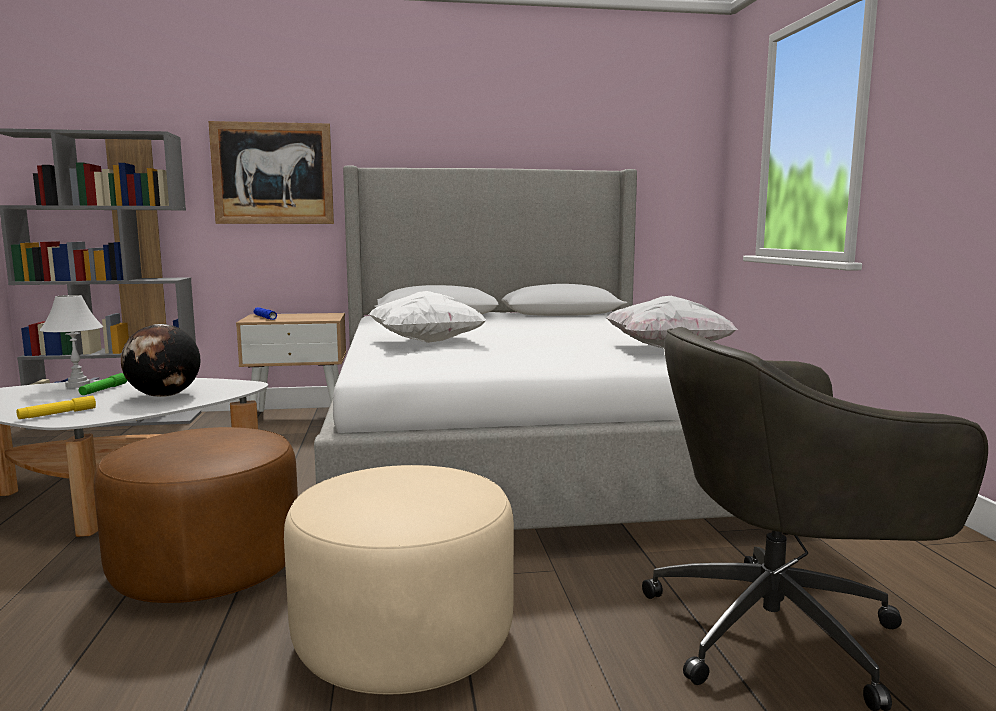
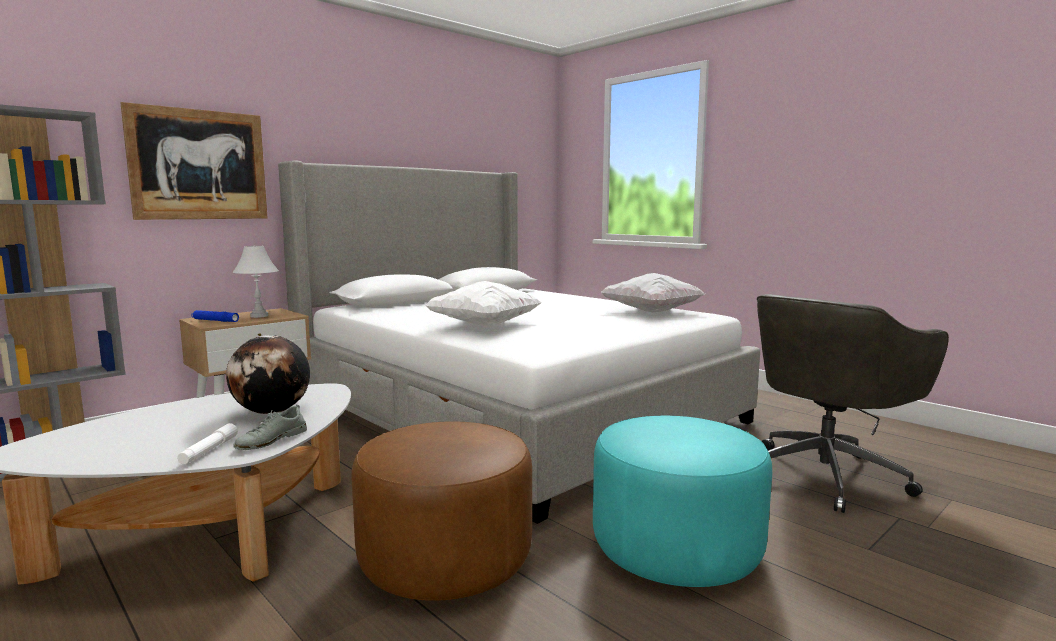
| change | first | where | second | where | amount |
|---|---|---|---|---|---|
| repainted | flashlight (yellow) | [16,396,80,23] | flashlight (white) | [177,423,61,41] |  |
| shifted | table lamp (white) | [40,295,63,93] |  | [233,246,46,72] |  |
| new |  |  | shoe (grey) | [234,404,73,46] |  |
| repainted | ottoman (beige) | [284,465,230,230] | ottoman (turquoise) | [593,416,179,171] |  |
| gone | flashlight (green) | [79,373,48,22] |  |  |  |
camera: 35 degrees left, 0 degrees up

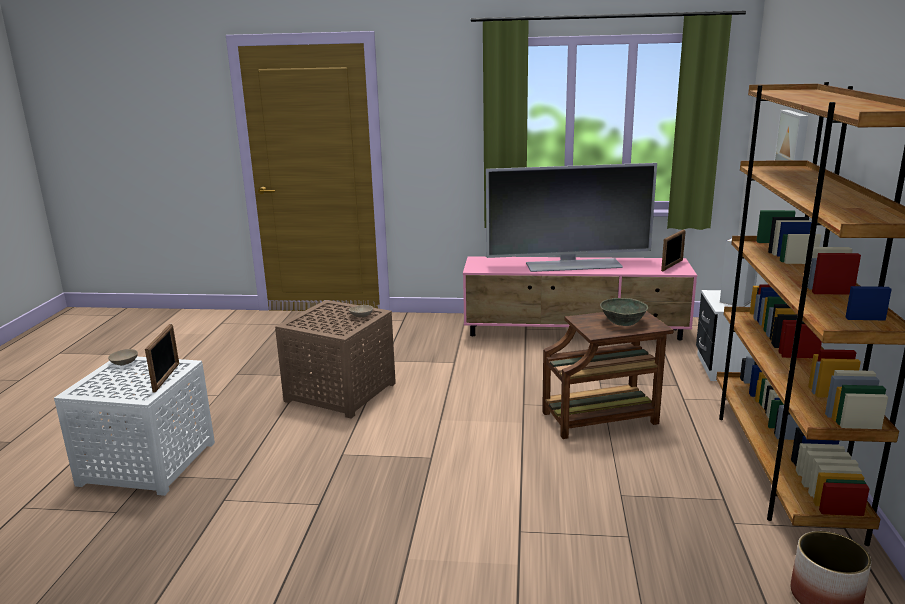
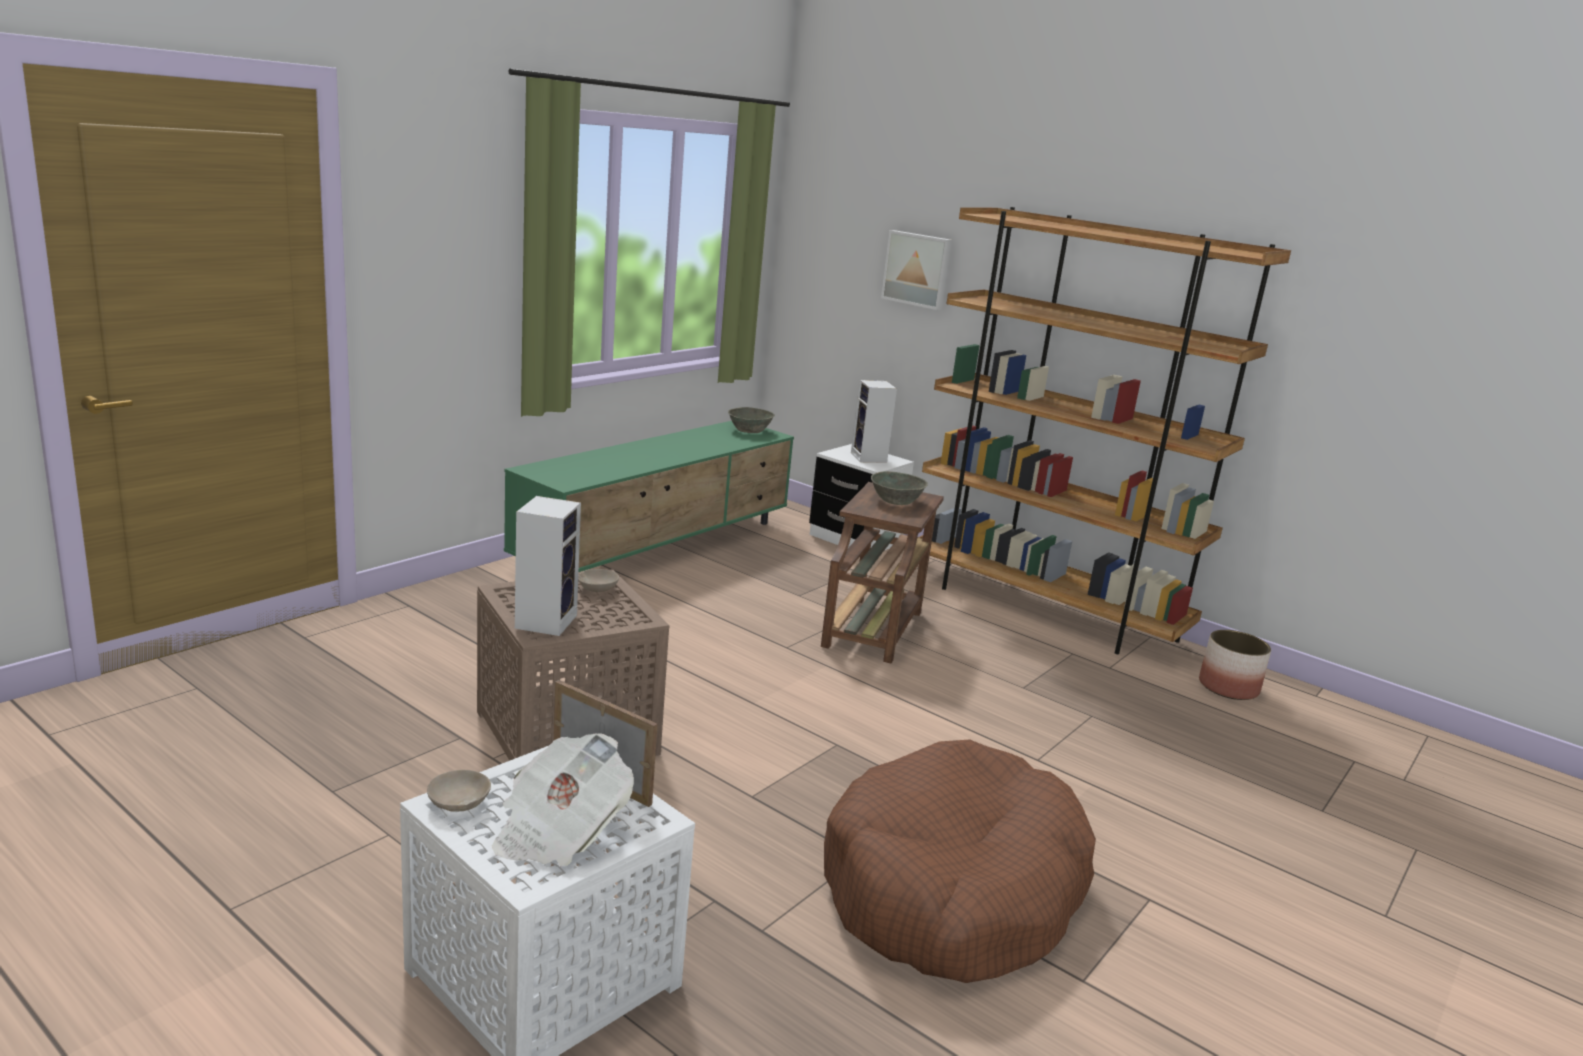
| change | first | where | second | where | amount |
|---|---|---|---|---|---|
| new |  |  | newspaper | [492,733,142,133] |  |
| repainted | tv stand (pink) | [463,257,234,83] | tv stand (green) | [504,421,290,151] |  |
| new |  |  | speaker | [515,496,66,140] |  |
| swapped | picture frame | [661,229,25,42] | bowl (grey) | [728,407,47,26] |  |
| new |  |  | dog bed (brown) | [824,740,272,243] |  |
| gone | television | [486,163,171,109] |  |  |  |
camera: 60 degrees left, 0 degrees up

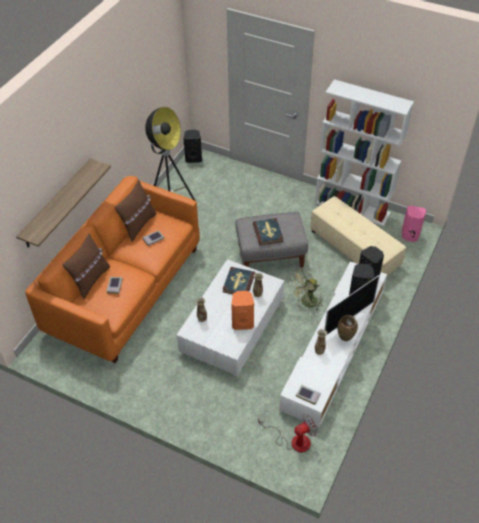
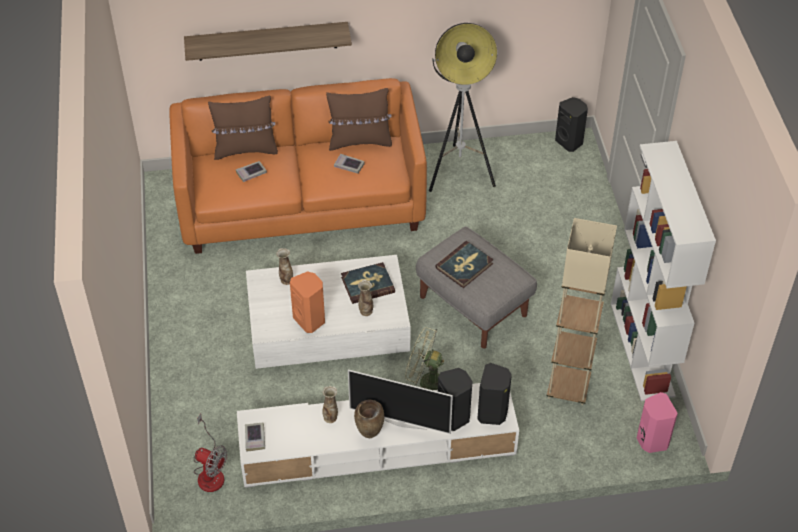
| change | first | where | second | where | amount |
|---|---|---|---|---|---|
| swapped | ottoman (beige) | [310,196,96,80] | floor lamp (beige) | [546,218,71,187] |  |
camera: 55 degrees right, 0 degrees up

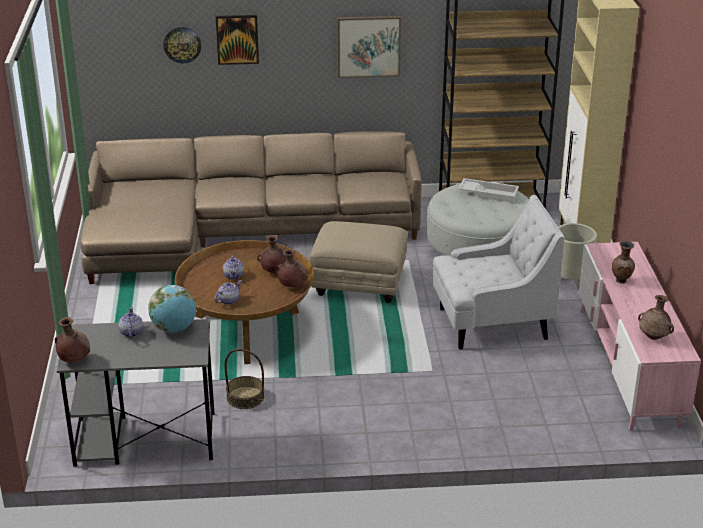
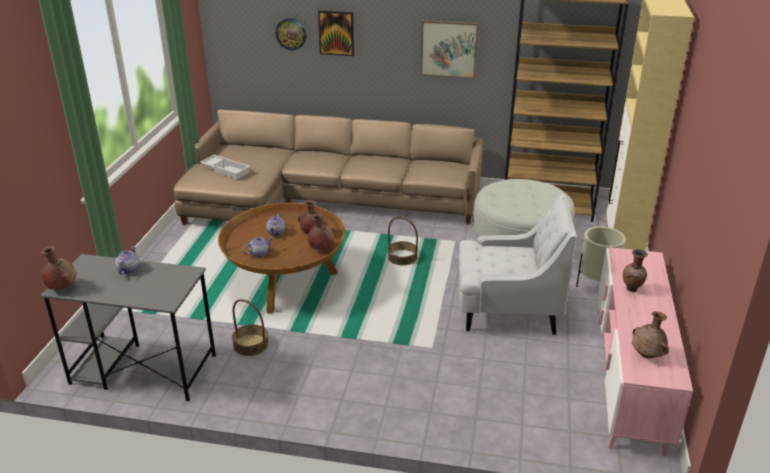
| change | first | where | second | where | amount |
|---|---|---|---|---|---|
| shifted | tray (white) | [458,178,61,25] |  | [200,155,51,24] |  |
| swapped | ottoman (beige) | [309,221,99,82] | basket | [388,217,30,48] |  |
| gone | globe | [148,285,48,48] |  |  |  |
camera: 15 degrees right, 0 degrees up

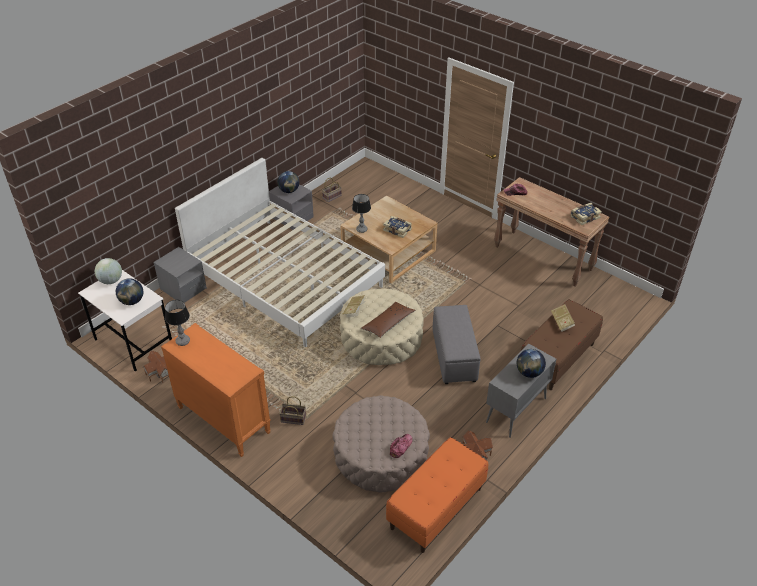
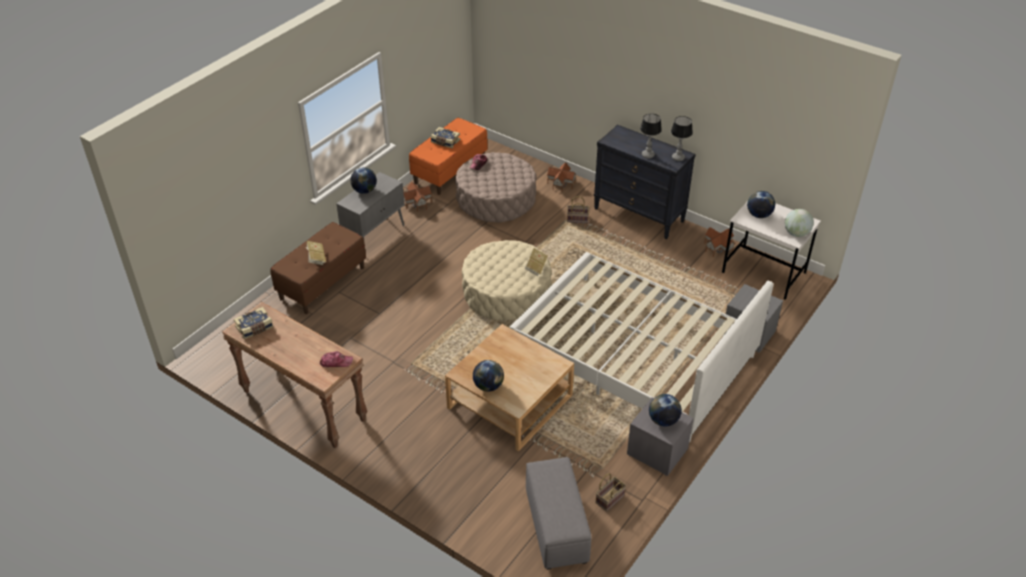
| change | first | where | second | where | amount |
|---|---|---|---|---|---|
| shifted | book | [383,216,29,22] |  | [430,127,30,21] |  |
| new |  |  | globe | [473,360,31,32] |  |
| shifted | ottoman (grey) | [433,305,48,79] |  | [526,457,66,113] |  |
| new |  |  | toy house | [547,162,29,30] |  |
| repainted | dresser (orange) | [161,323,110,134] | dresser (black) | [594,125,102,114] |  |
| shifted | table lamp | [352,194,19,39] |  | [640,113,22,45] |  |
| gone | pillow (brown) | [361,302,55,36] |  |  |  |
camera: 175 degrees right, 0 degrees up

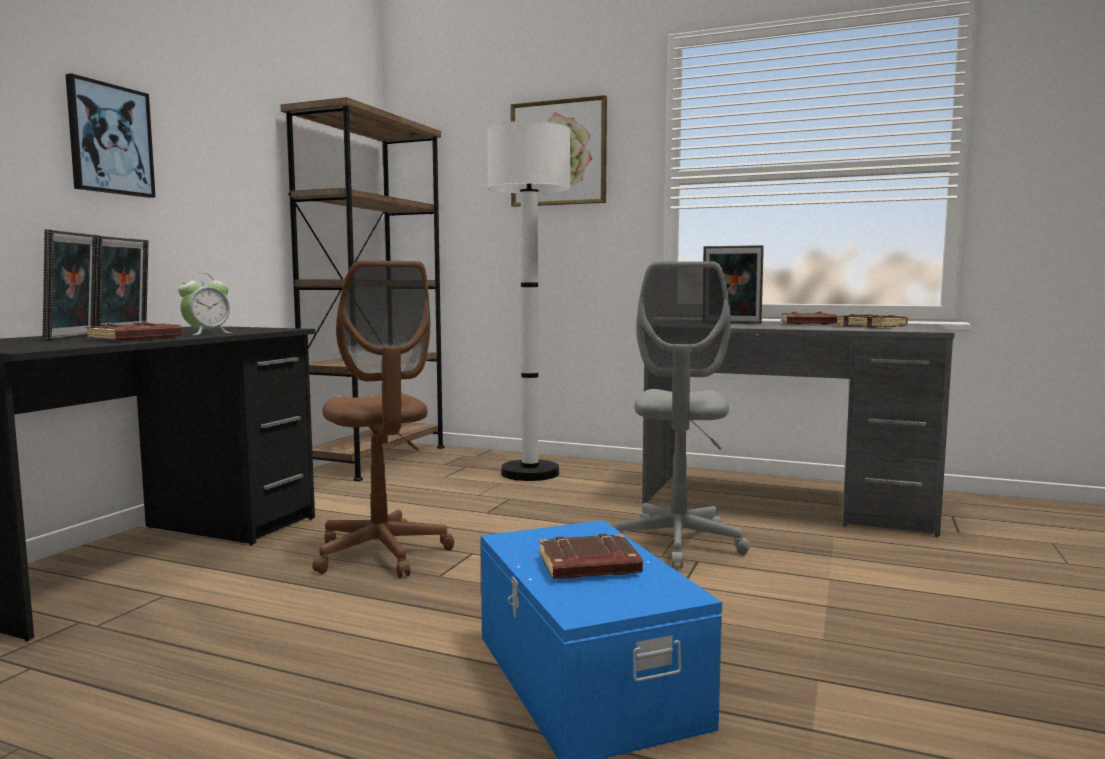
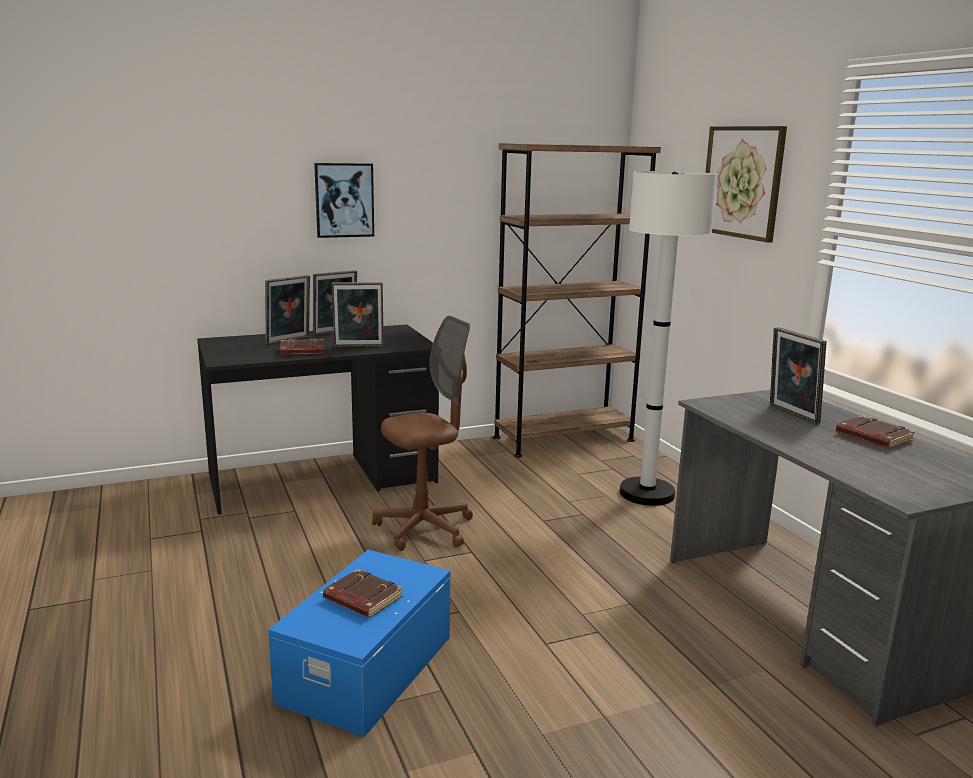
| change | first | where | second | where | amount |
|---|---|---|---|---|---|
| swapped | alarm clock | [178,273,54,62] | picture frame | [331,282,53,65] |  |
| rotated | office chair (brown) | [312,260,142,318] |  | [372,315,101,236] | 135 degrees counterclockwise |
| gone | office chair (grey) | [616,261,134,307] |  |  |  |
| gone | book (brown) | [836,313,72,15] |  |  |  |
camera: 45 degrees right, 10 degrees up

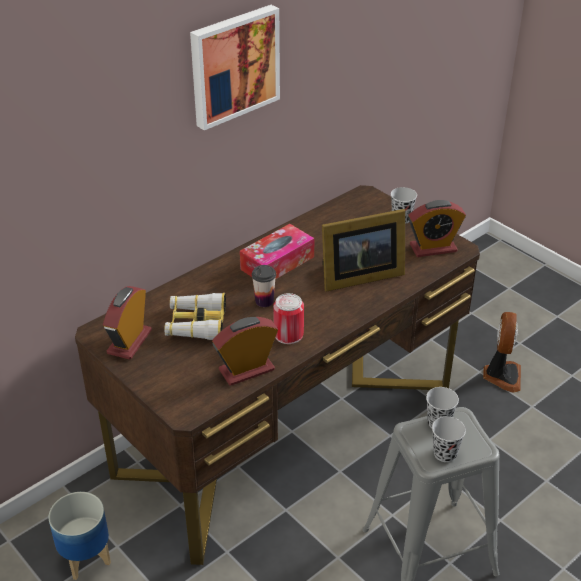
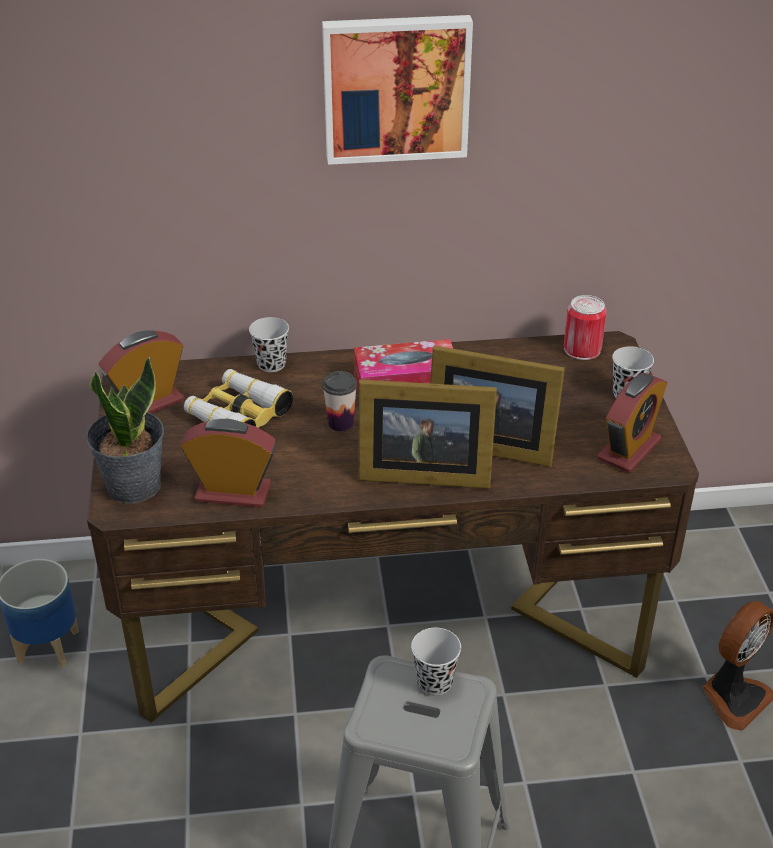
| change | first | where | second | where | amount |
|---|---|---|---|---|---|
| new |  |  | potted plant | [86,357,78,147] |  |
| shifted | cup (black) | [432,417,34,45] |  | [249,317,40,55] |  |
| new |  |  | picture frame | [358,380,139,109] |  |
| shifted | can | [273,293,31,51] |  | [564,295,43,65] |  |
| rotated | alarm clock | [408,200,58,57] |  | [597,373,70,100] | 75 degrees counterclockwise |
camera: 35 degrees right, 0 degrees up

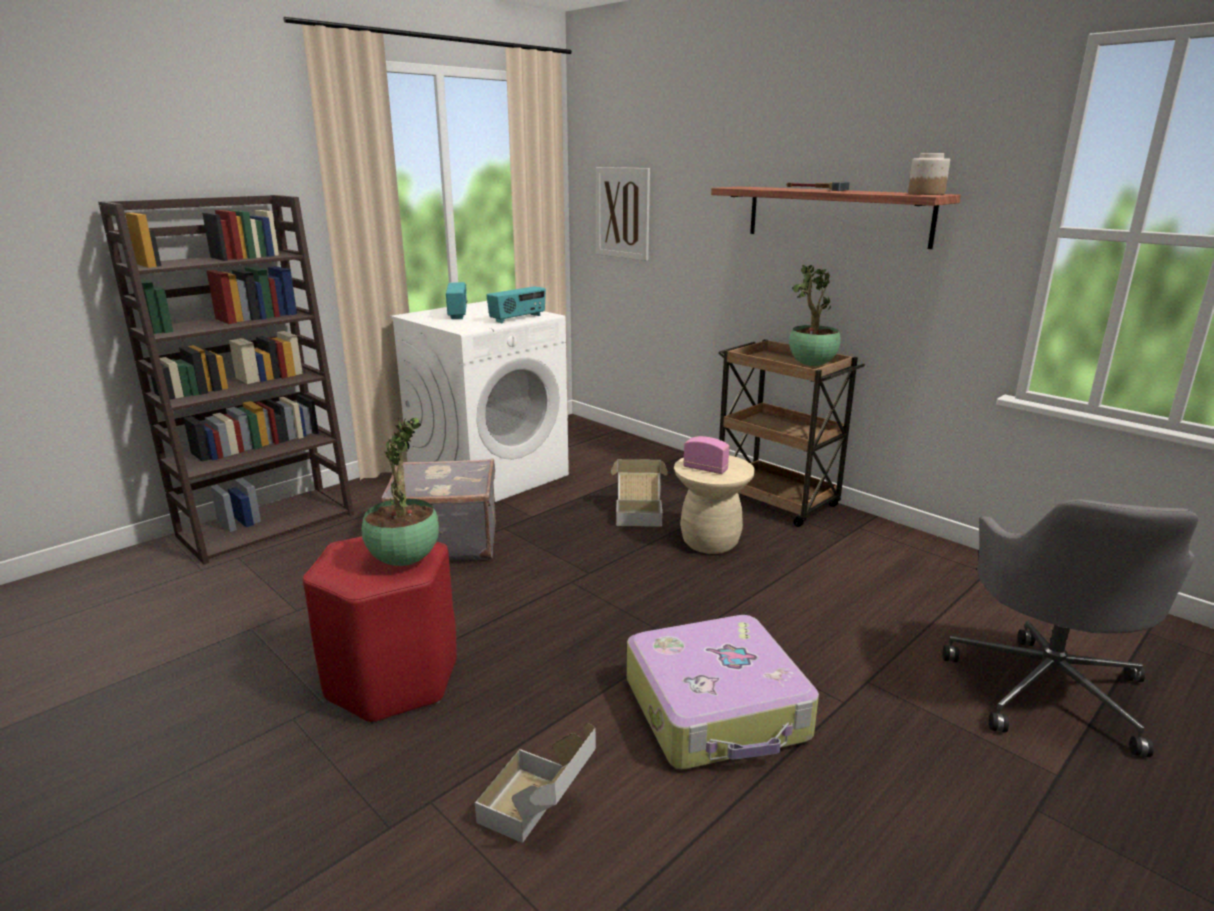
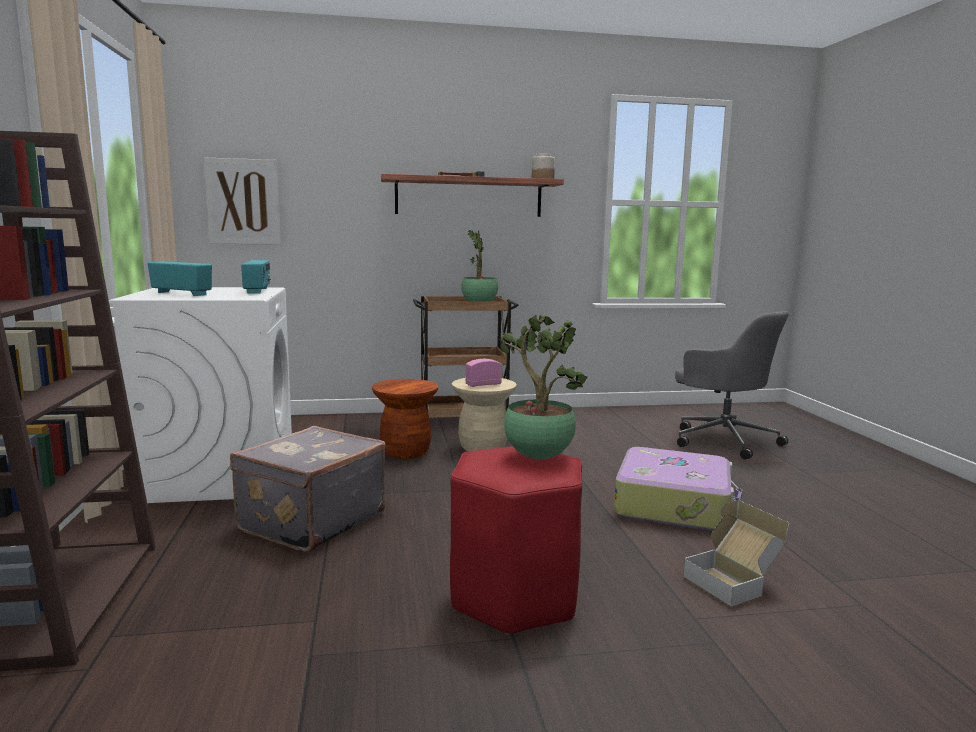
| change | first | where | second | where | amount |
|---|---|---|---|---|---|
| swapped | cardboard box | [611,459,57,68] | stool (brown) | [372,379,67,80] |  |
camera: 55 degrees left, 10 degrees down

